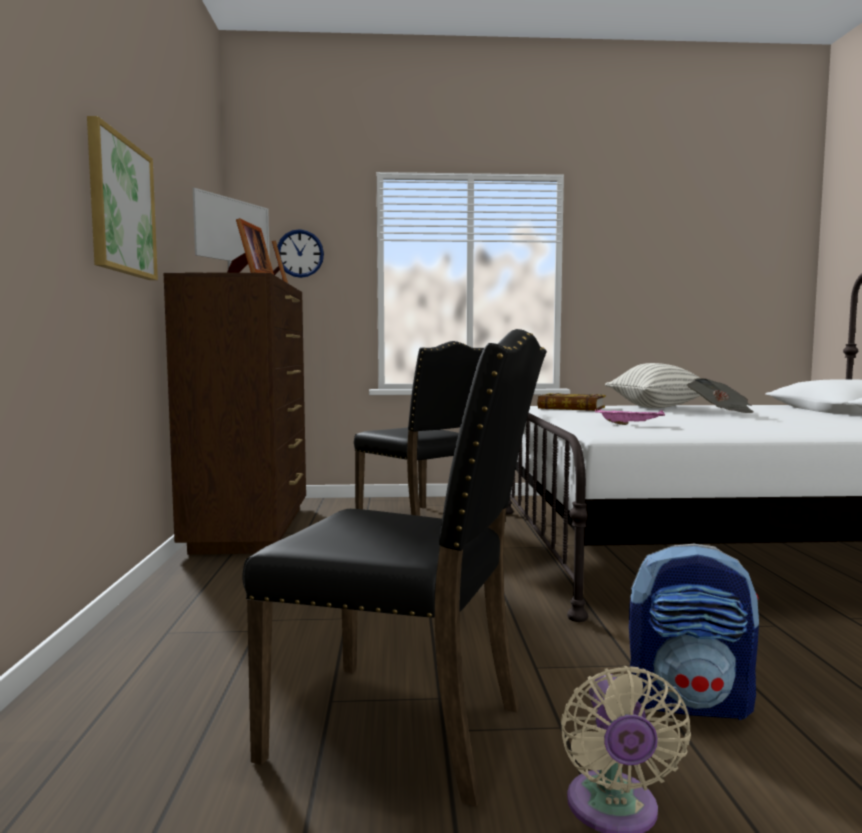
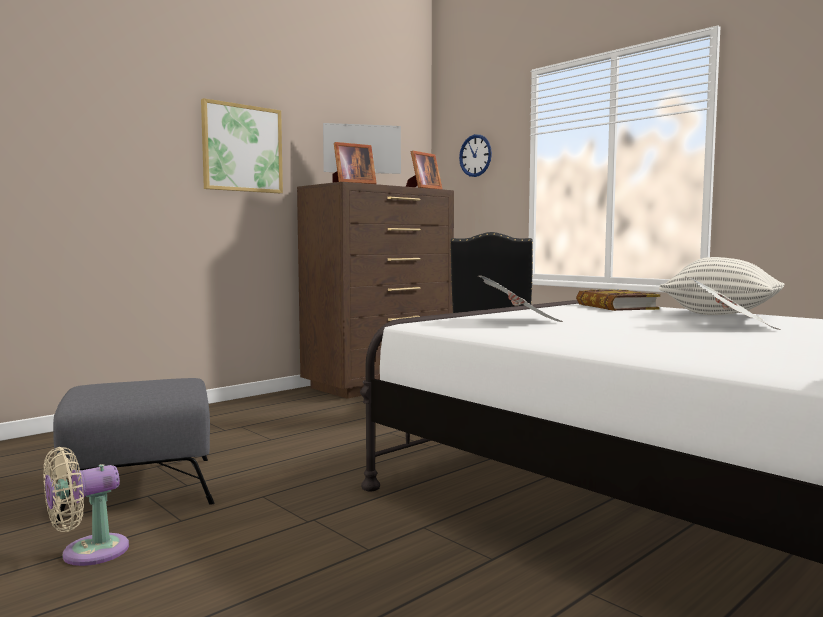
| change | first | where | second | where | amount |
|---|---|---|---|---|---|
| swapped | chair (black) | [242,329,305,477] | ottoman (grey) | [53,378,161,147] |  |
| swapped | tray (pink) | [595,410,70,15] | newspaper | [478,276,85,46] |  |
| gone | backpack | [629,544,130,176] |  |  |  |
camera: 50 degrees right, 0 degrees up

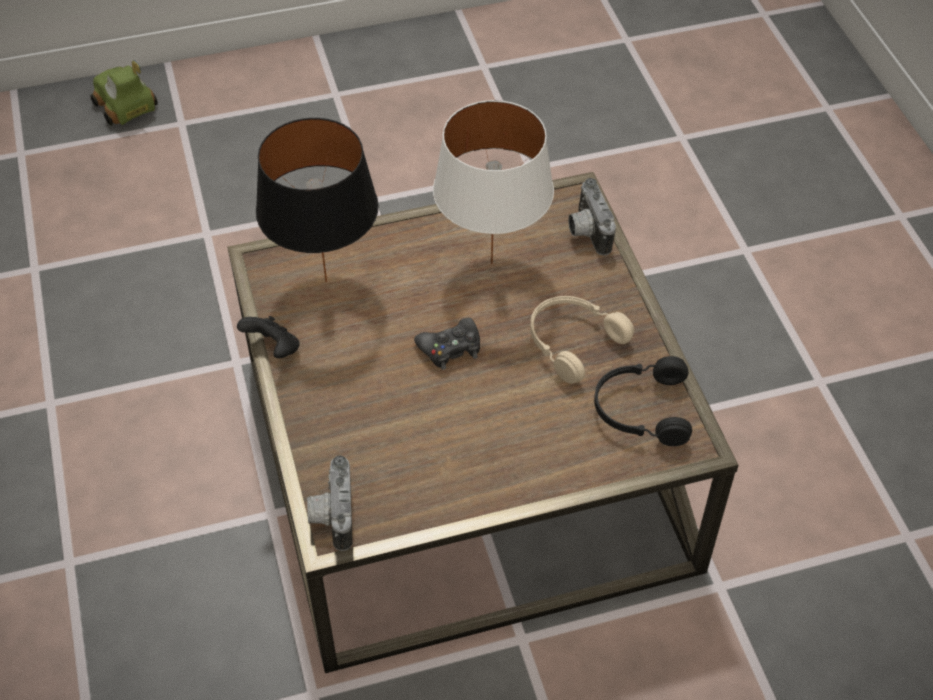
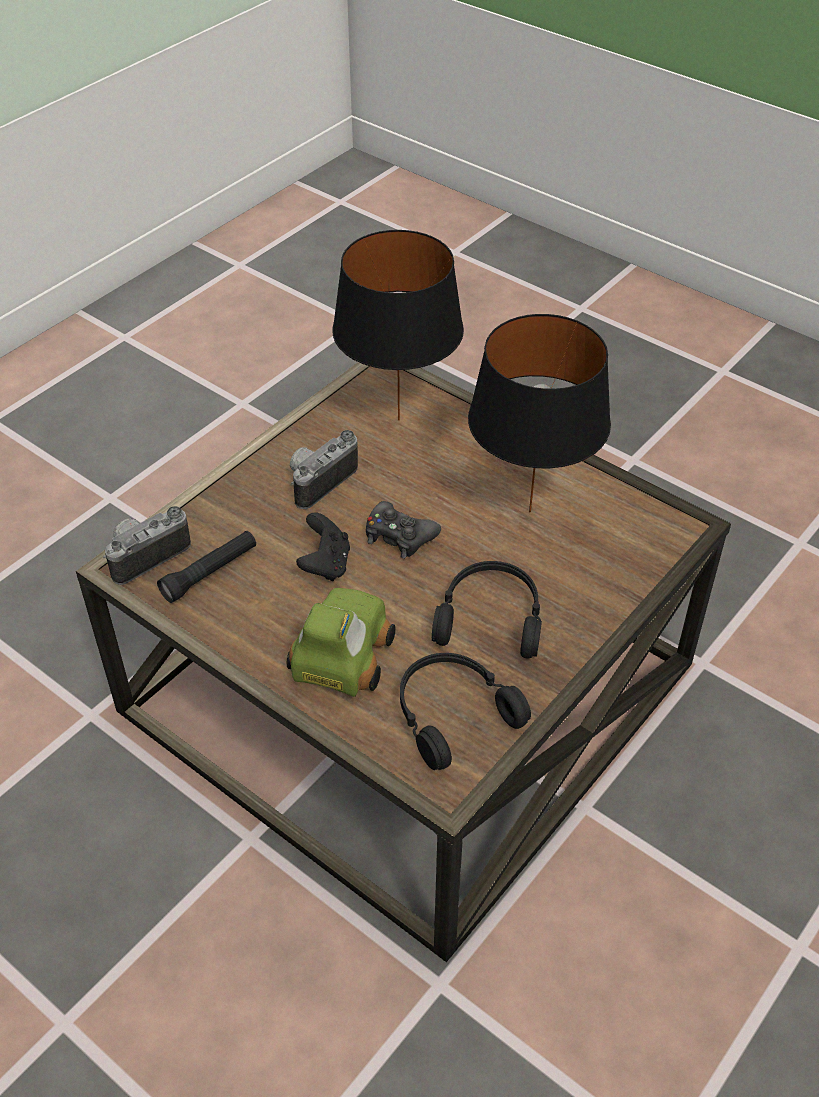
| change | first | where | second | where | amount |
|---|---|---|---|---|---|
| new |  |  | flashlight (black) | [157,531,99,72] |  |
| shifted | toy car | [90,60,68,66] |  | [287,588,109,109] |  |
| shifted | photo camera | [568,178,48,78] |  | [290,430,68,79] |  |
| shifted | game controller (black) | [237,316,63,42] |  | [296,512,54,69] |  |
| repainted | headphones (beige) | [530,296,104,88] | headphones (black) | [432,561,110,97] |  |
| repainted | table lamp (white) | [433,100,121,164] | table lamp (black) | [468,314,143,199] |  |
camera: 55 degrees right, 5 degrees down

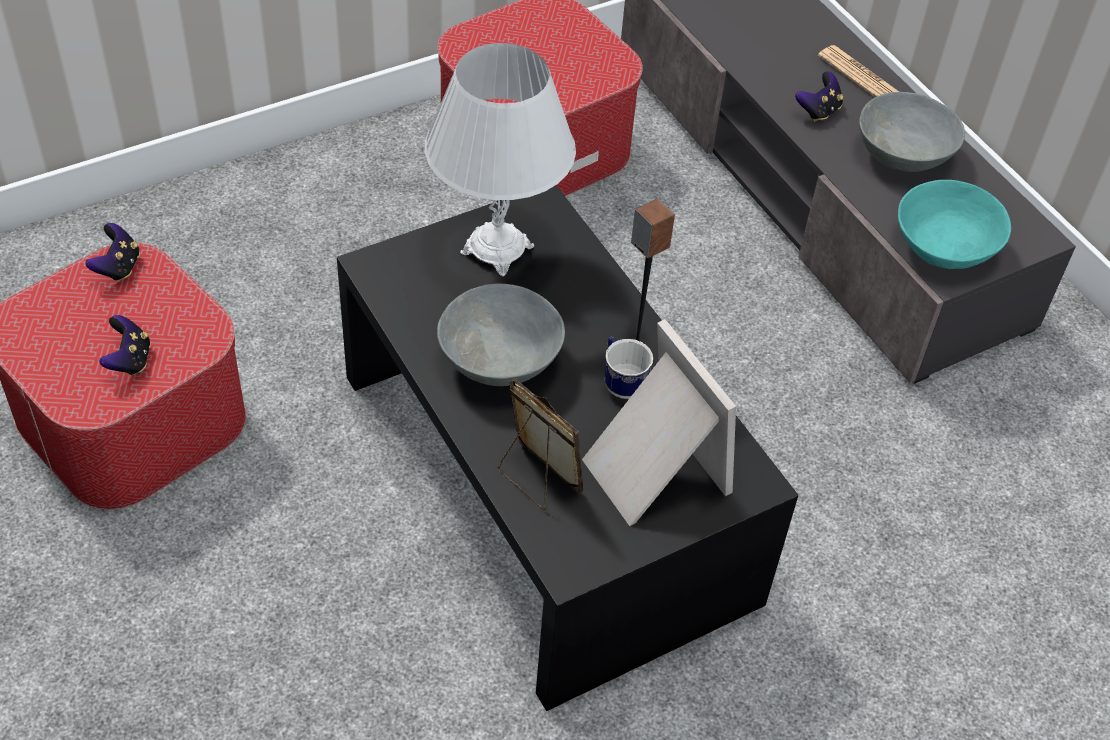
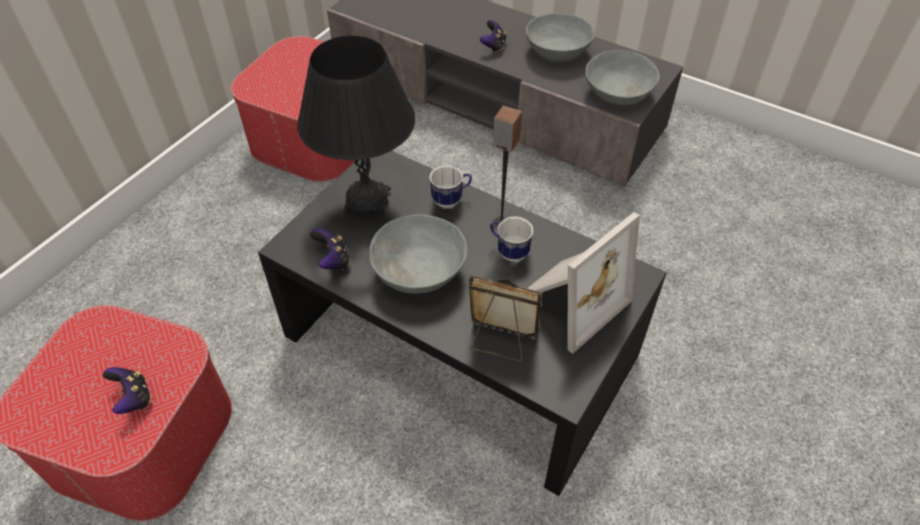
| change | first | where | second | where | amount |
|---|---|---|---|---|---|
| repainted | table lamp (white) | [425,43,151,233] | table lamp (black) | [297,36,119,180] |  |
| shifted | game controller | [86,223,54,59] |  | [310,228,40,42] |  |
| new |  |  | mug | [429,165,43,43] |  |
| rotated | picture frame | [582,319,154,207] |  | [527,212,113,142] | 105 degrees clockwise |
| repainted | bowl (turquoise) | [898,180,113,89] | bowl (grey) | [585,50,75,55] |  |
| gone | newspaper | [818,45,81,52] |  |  |  |
camera: 25 degrees left, 0 degrees up

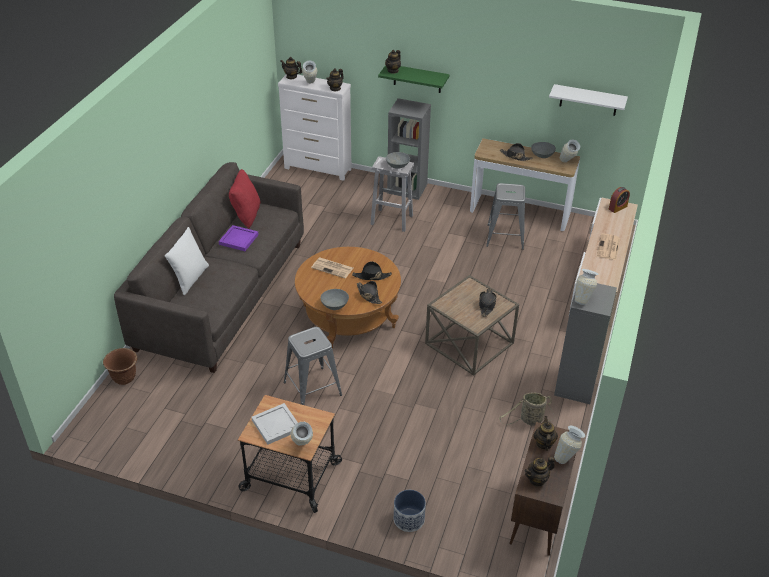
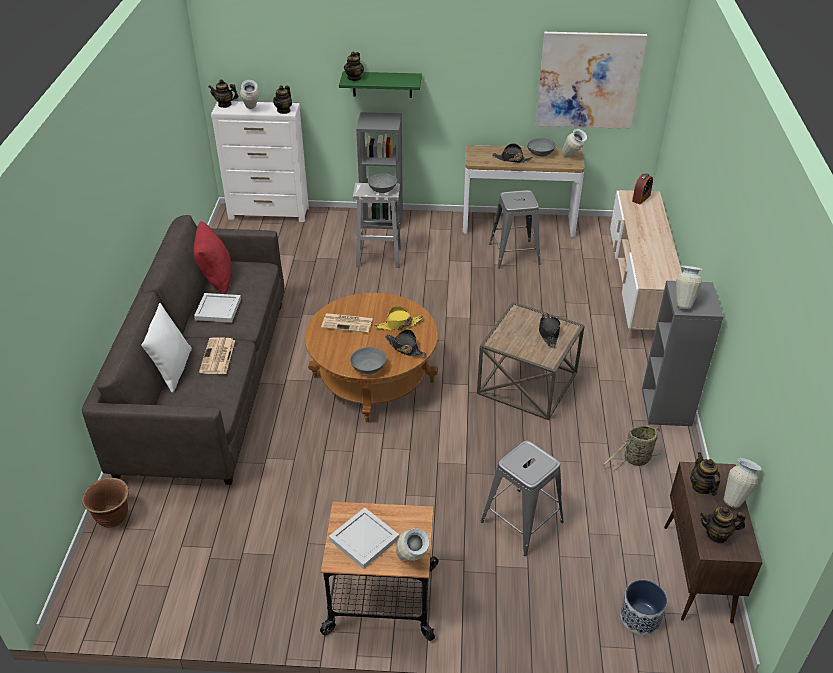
| change | first | where | second | where | amount |
|---|---|---|---|---|---|
| repainted | tray (purple) | [219,225,40,26] | tray (white) | [194,293,47,30] |  |
| shifted | newspaper | [596,233,24,27] |  | [199,337,36,37] |  |
| repainted | hat (black) | [352,261,40,19] | hat (yellow) | [375,306,48,24] |  |
| shifted | stool (grey) | [283,327,59,78] |  | [481,440,83,116] |  |
| swapped | shelf (white) | [549,84,79,32] | picture | [536,32,111,97] |  |
| shifted | planter | [394,490,32,42] |  | [620,580,47,55] |  |
| rotated | teapot | [524,457,31,30] |  | [700,507,46,36] | 45 degrees clockwise |
camera: 15 degrees left, 0 degrees up

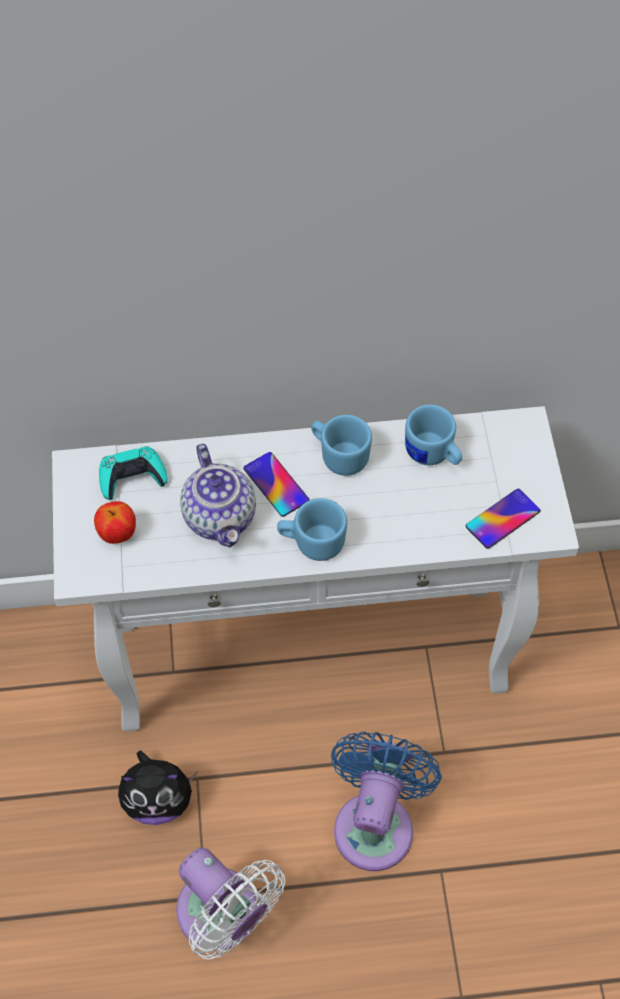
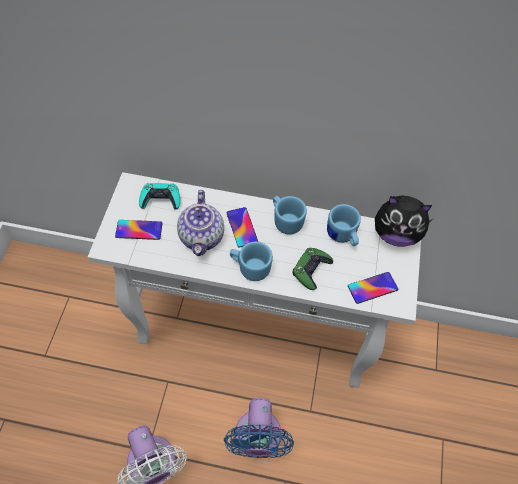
| change | first | where | second | where | amount |
|---|---|---|---|---|---|
| swapped | apple | [94,501,42,43] | phone | [115,220,48,20] |  |
| rotated | fan (blue) | [331,732,111,139] |  | [224,398,70,60] | 150 degrees clockwise |
| new |  |  | game controller (green) | [293,248,40,42] |  |
| shifted | plush toy | [118,750,79,75] |  | [375,195,57,52] |  |
camera: 15 degrees right, 0 degrees up

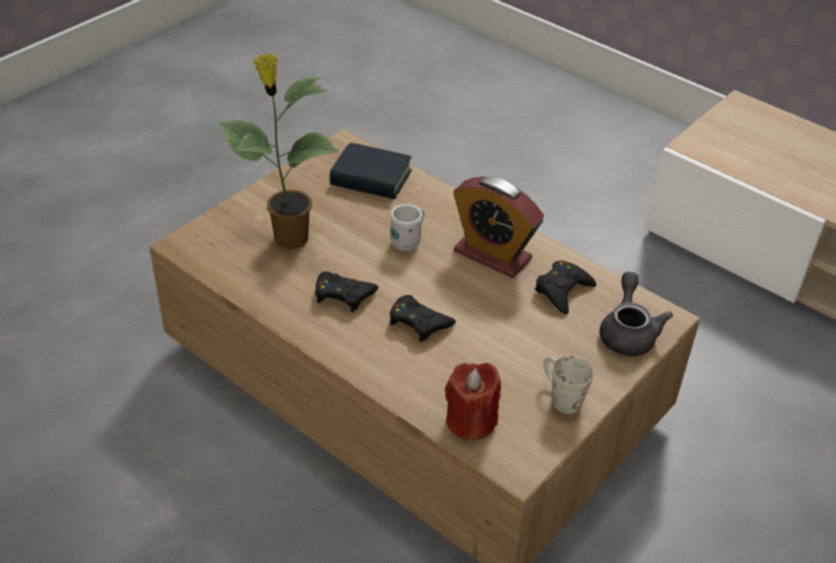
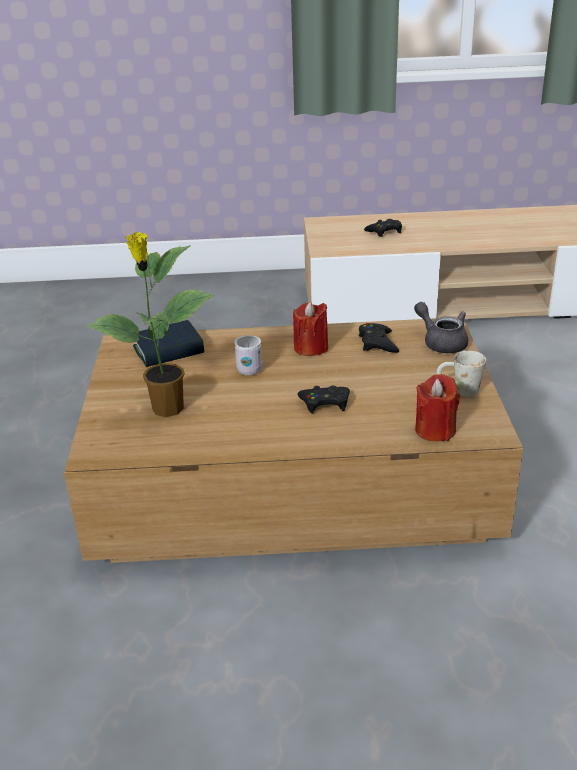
| change | first | where | second | where | amount |
|---|---|---|---|---|---|
| swapped | alarm clock | [453,177,91,101] | candle (red) | [293,302,35,54] |  |
| shifted | game controller (black) | [315,271,63,41] |  | [364,219,38,18] |  |
camera: 40 degrees left, 10 degrees down

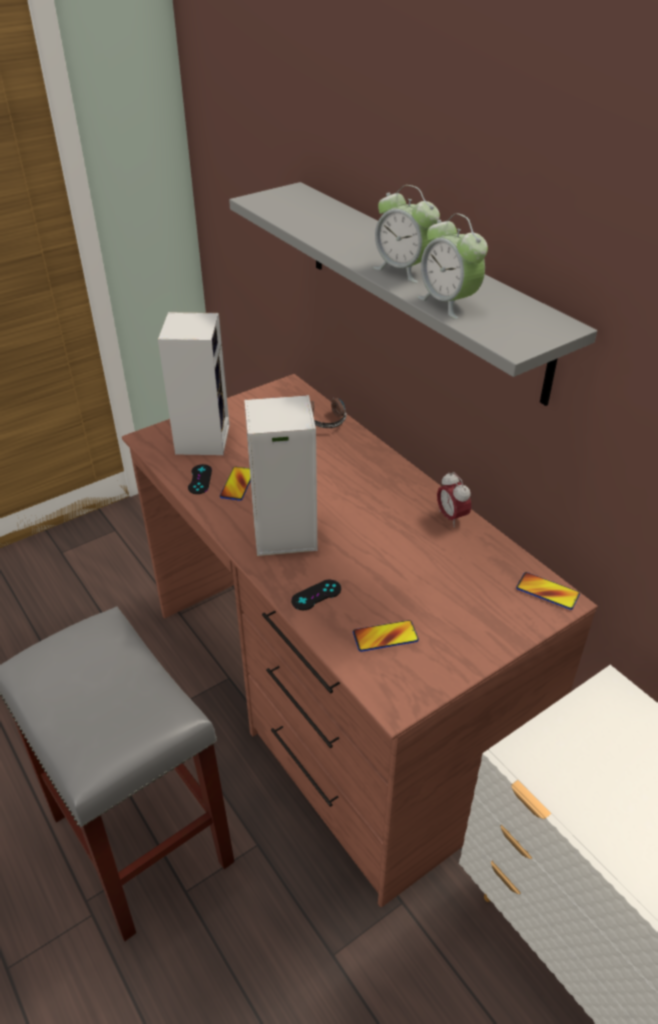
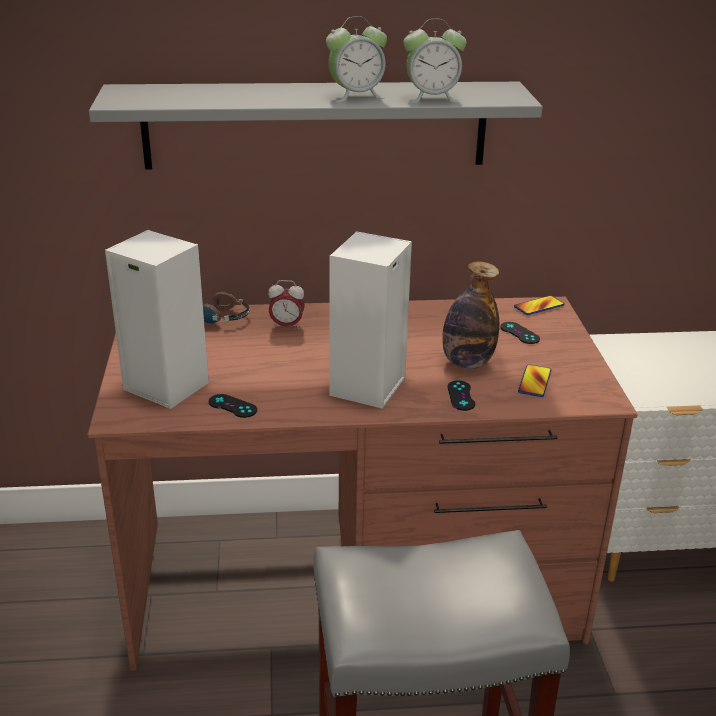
| change | first | where | second | where | amount |
|---|---|---|---|---|---|
| shifted | alarm clock | [437,472,34,55] |  | [268,280,37,50] |  |
| new |  |  | bottle | [442,261,58,108] |  |
| new |  |  | game controller (black) | [500,322,40,22] |  |
| gone | phone | [220,466,31,35] |  |  |  |
camera: 60 degrees left, 10 degrees down

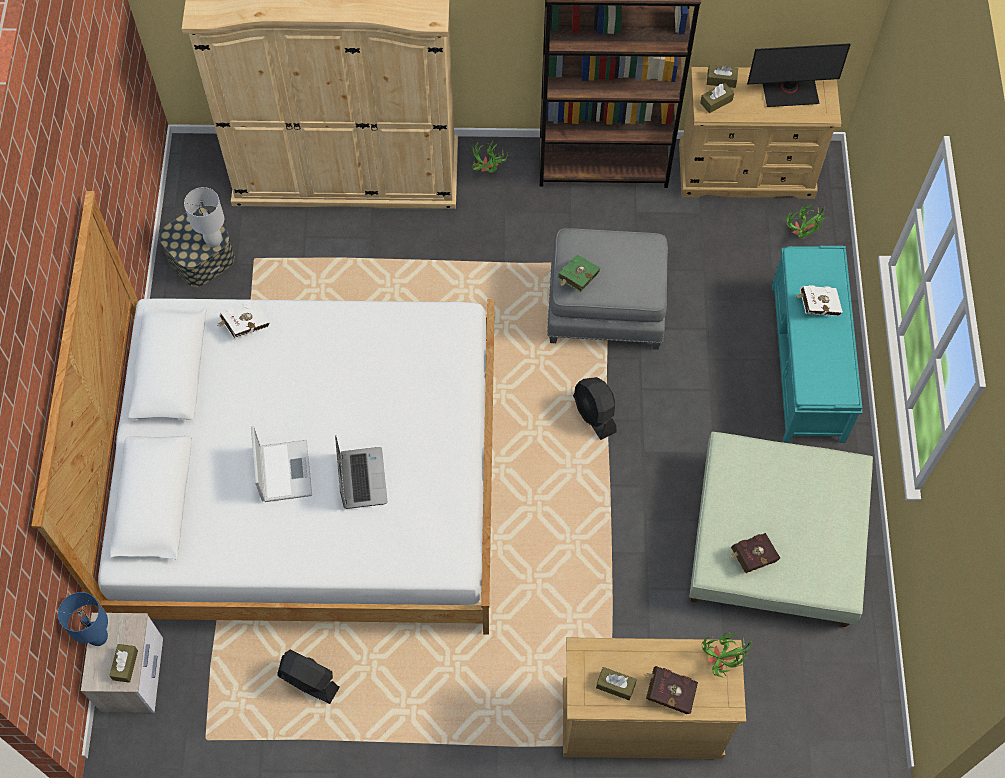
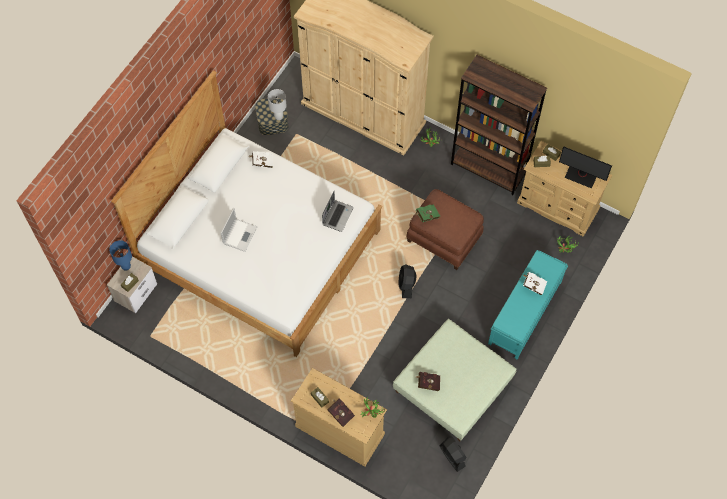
| change | first | where | second | where | amount |
|---|---|---|---|---|---|
| shifted | laptop | [335,435,52,74] |  | [322,191,32,41] |  |
| repainted | ottoman (grey) | [547,228,121,122] | ottoman (brown) | [406,189,78,81] |  |
| shifted | fan (black) | [277,649,63,55] |  | [439,437,28,35] |  |
camera: 30 degrees right, 0 degrees up

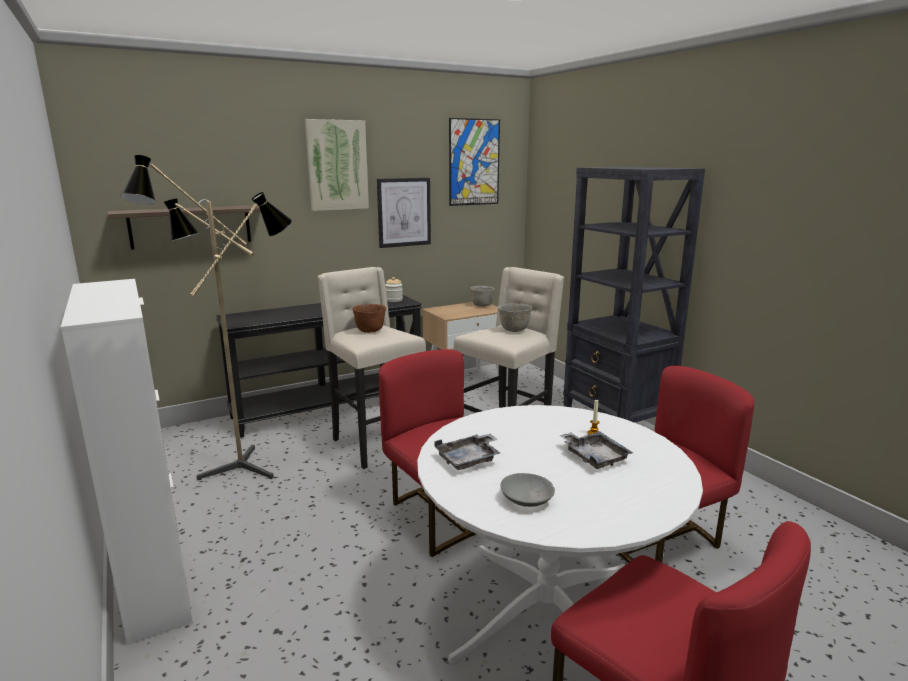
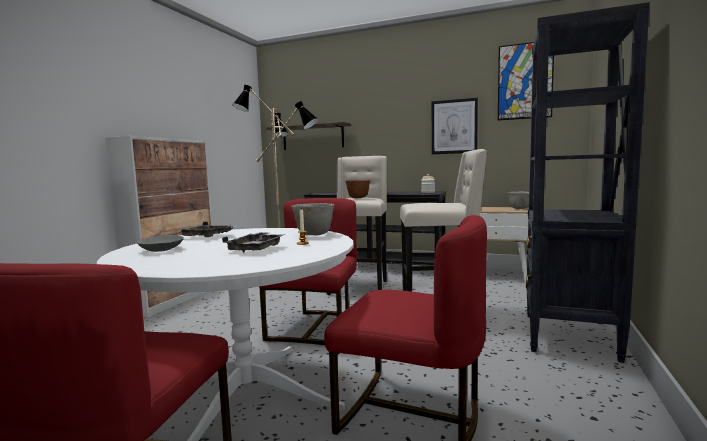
| change | first | where | second | where | amount |
|---|---|---|---|---|---|
| shifted | bowl (grey) | [498,303,34,29] |  | [292,203,42,32] |  |
| gone | picture | [305,119,64,92] |  |  |  |
camera: 50 degrees right, 10 degrees down

